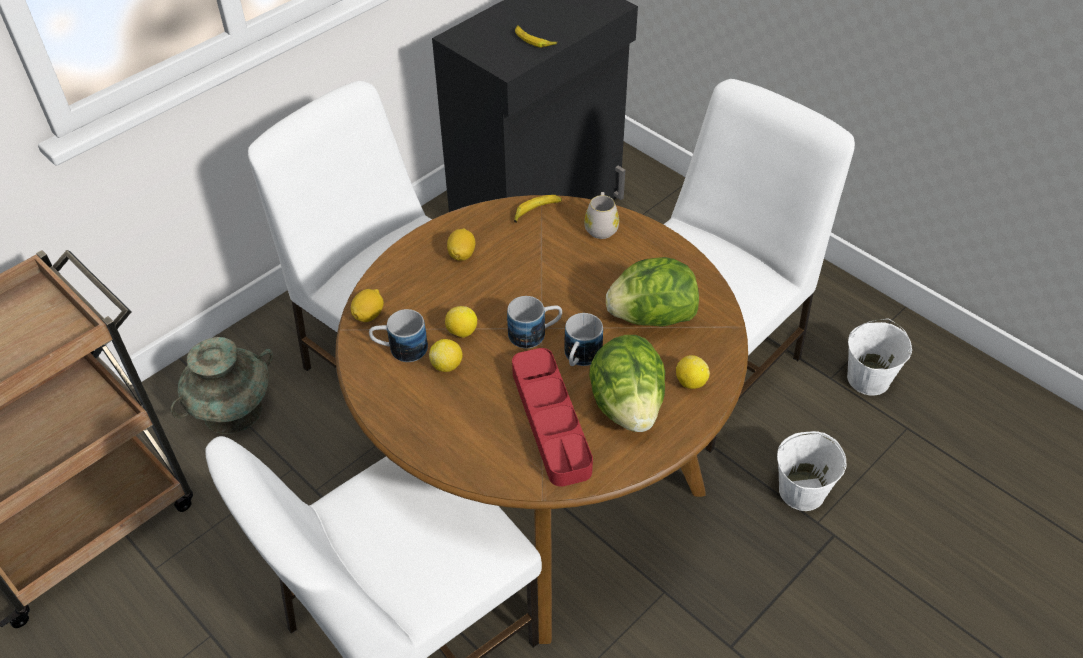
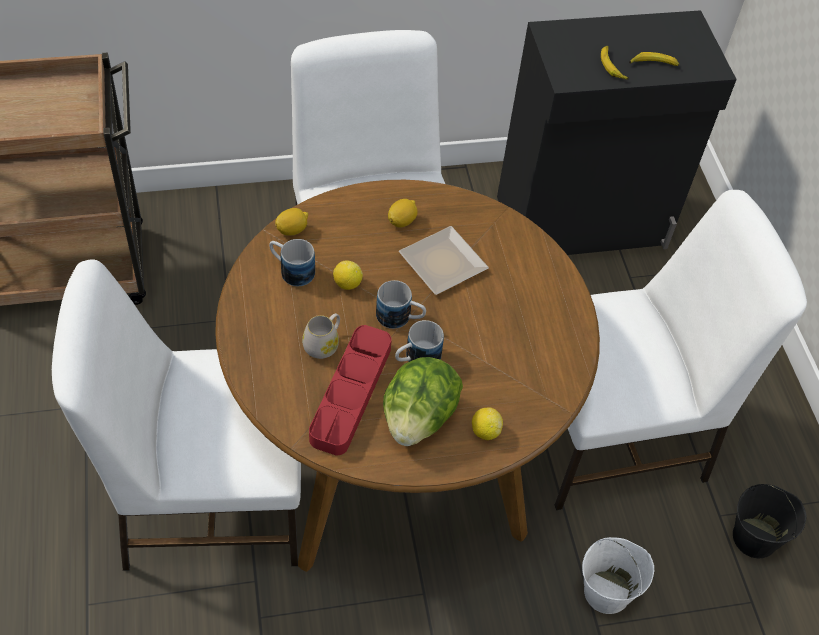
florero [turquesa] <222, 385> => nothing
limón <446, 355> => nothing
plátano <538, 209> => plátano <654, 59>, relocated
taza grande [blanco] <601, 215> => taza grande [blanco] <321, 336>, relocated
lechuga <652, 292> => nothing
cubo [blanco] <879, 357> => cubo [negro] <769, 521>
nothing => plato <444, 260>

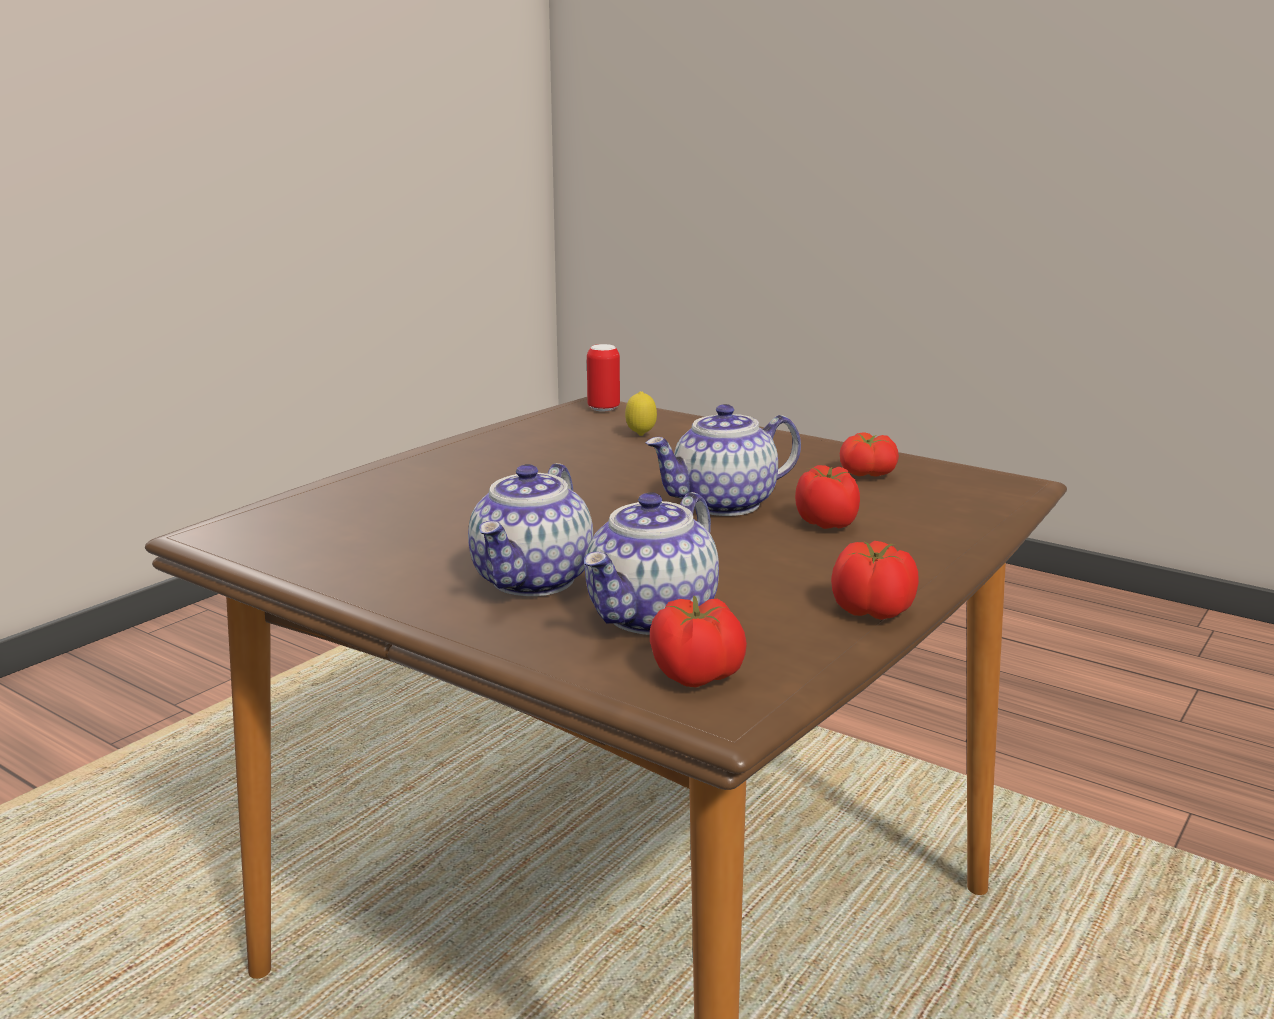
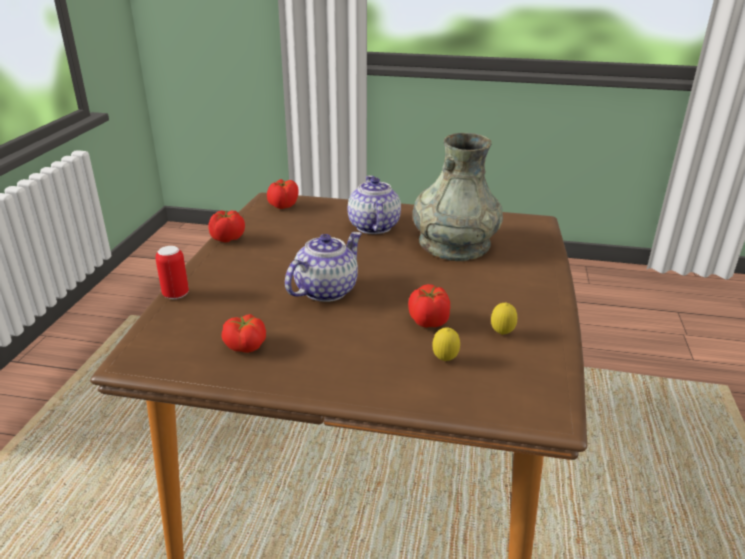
tetera <651, 563> => nothing
lata <603, 378> => lata <172, 272>, relocated
tomate <827, 497> => tomate <429, 306>, relocated
nothing => florero [gris] <457, 197>
nothing => limón <504, 318>

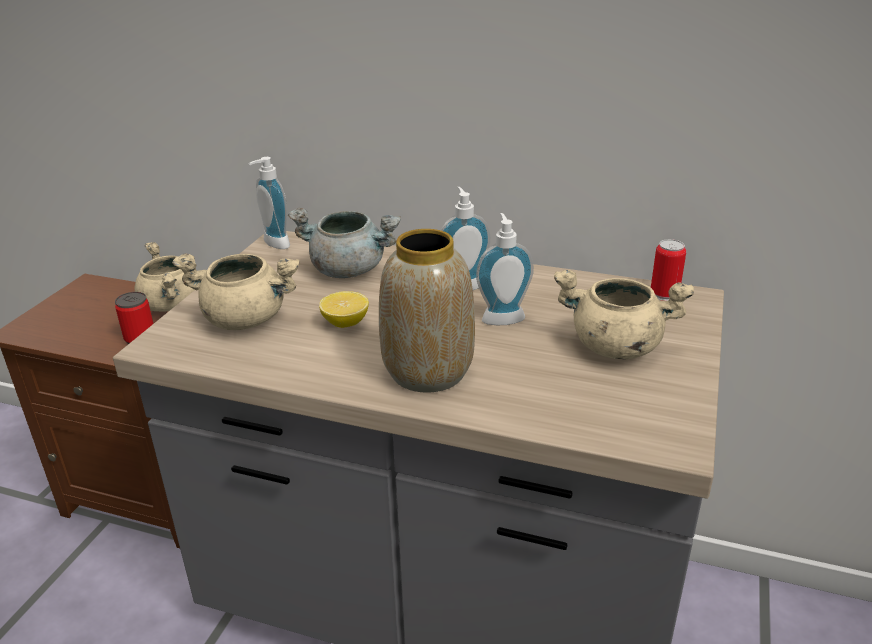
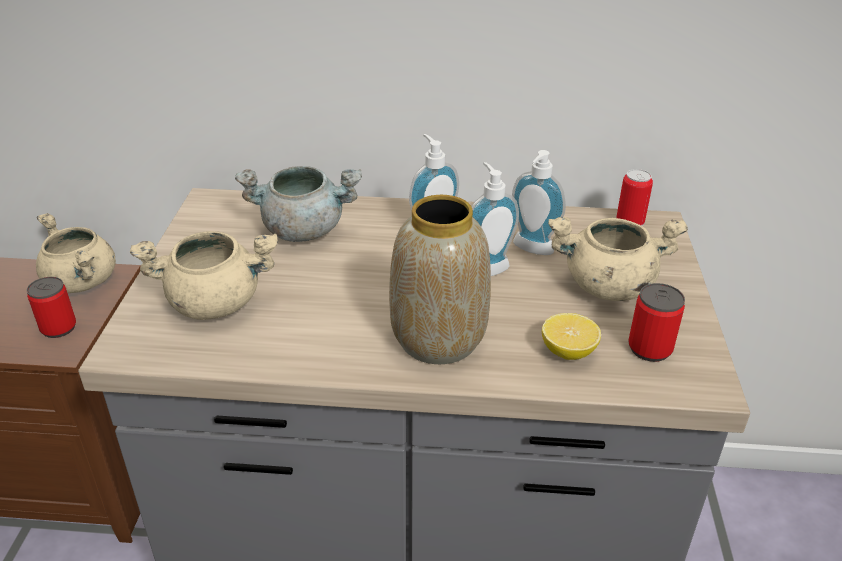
dispensador de jabón <269, 203> => dispensador de jabón <539, 202>, relocated
limón <344, 309> => limón <571, 336>, relocated
nothing => lata <656, 322>

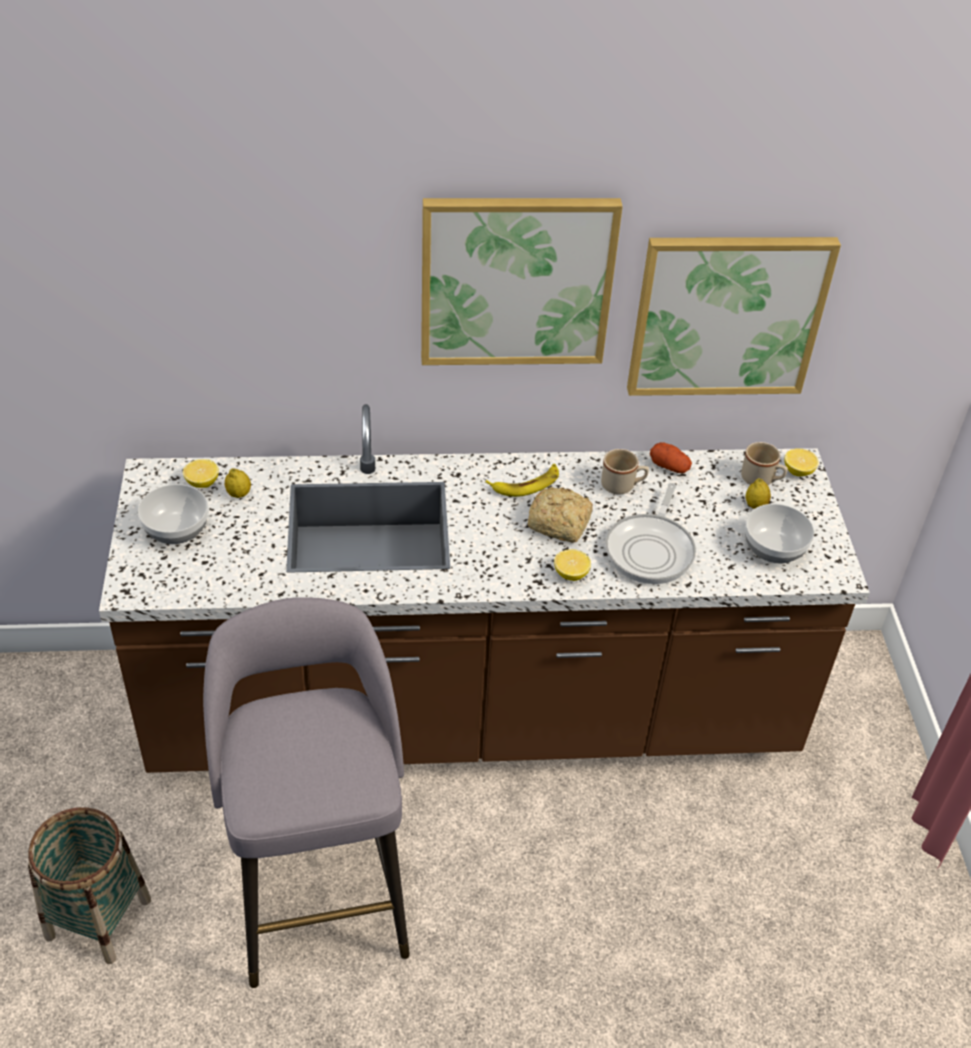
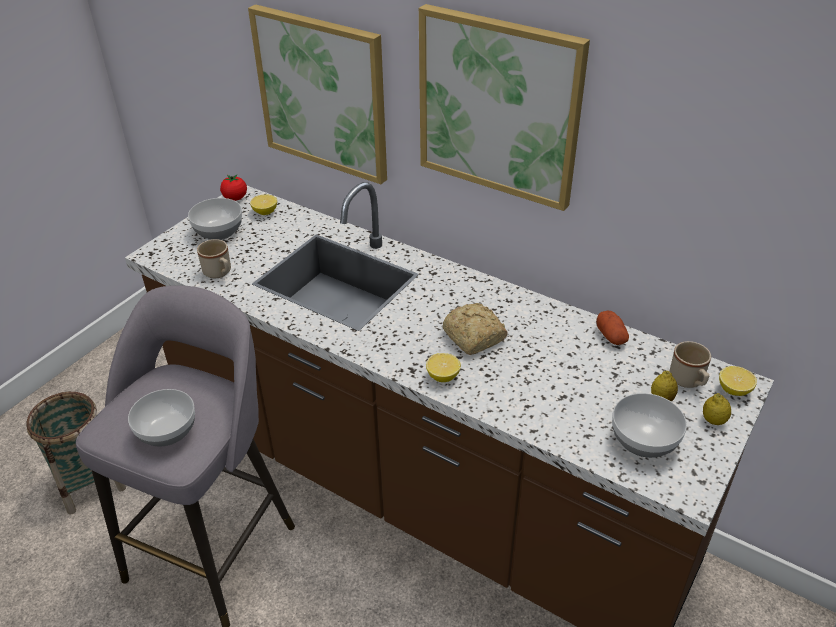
limón <238, 483> => limón <717, 409>, relocated
plátano <522, 480> => nothing
taza grande [beis] <625, 472> => taza grande [beis] <214, 258>, relocated
sartén <650, 533> => nothing
cuadro <734, 316> => cuadro <317, 94>, relocated
nothing => cuenco <161, 418>
nothing => tomate <233, 187>

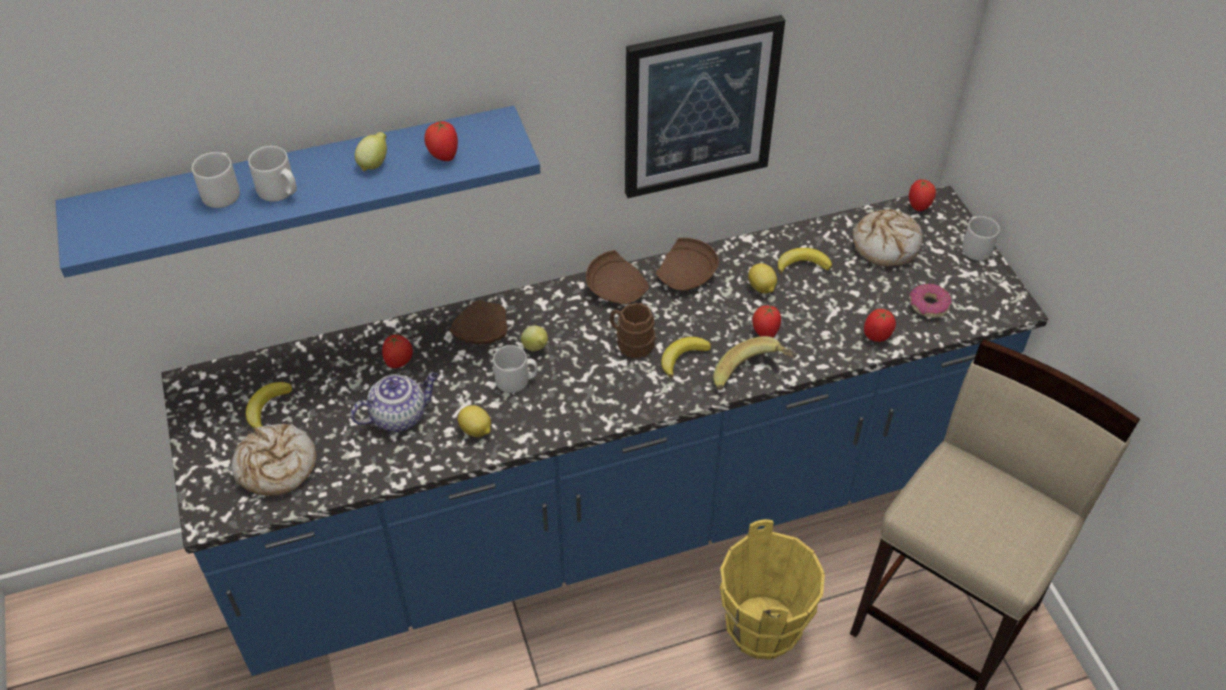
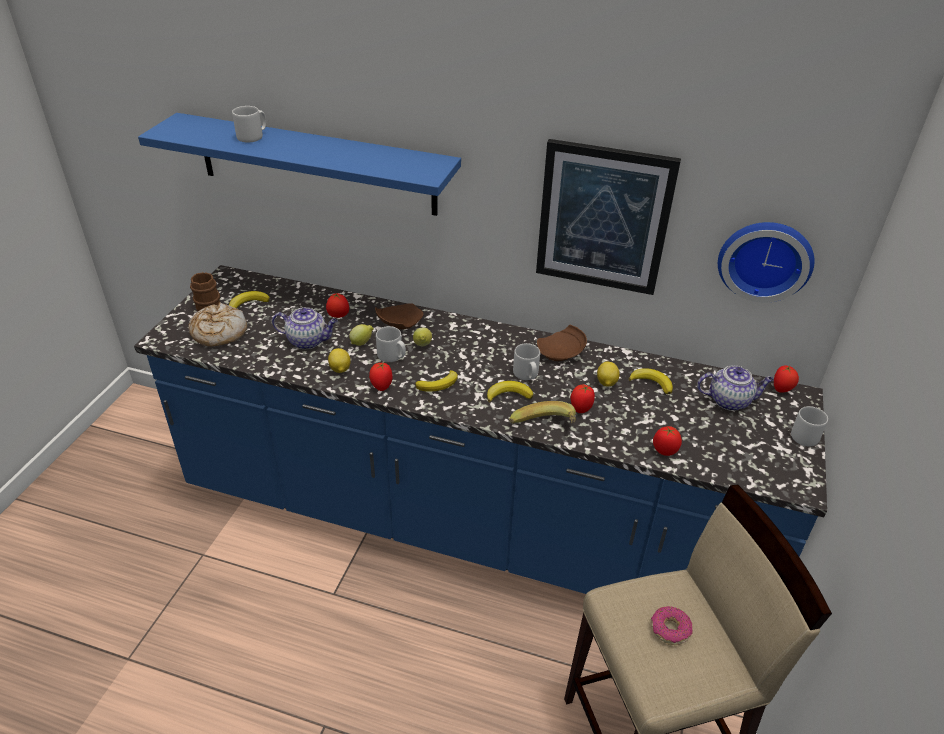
taza grande [gris] <272, 174> => taza grande [gris] <526, 361>, relocated
limón <371, 151> => limón <361, 335>, relocated
tomate <441, 141> => tomate <381, 377>, relocated
plato [marrón] <617, 277> => nothing
taza grande [marrón] <633, 331> => taza grande [marrón] <205, 291>, relocated
cubo [amarillo] <772, 589> => nothing
pan <888, 237> => tetera <735, 388>
rosquilla <930, 300> => rosquilla <672, 625>, relocated
nothing => plátano <436, 381>
nothing => reloj de pared <766, 262>

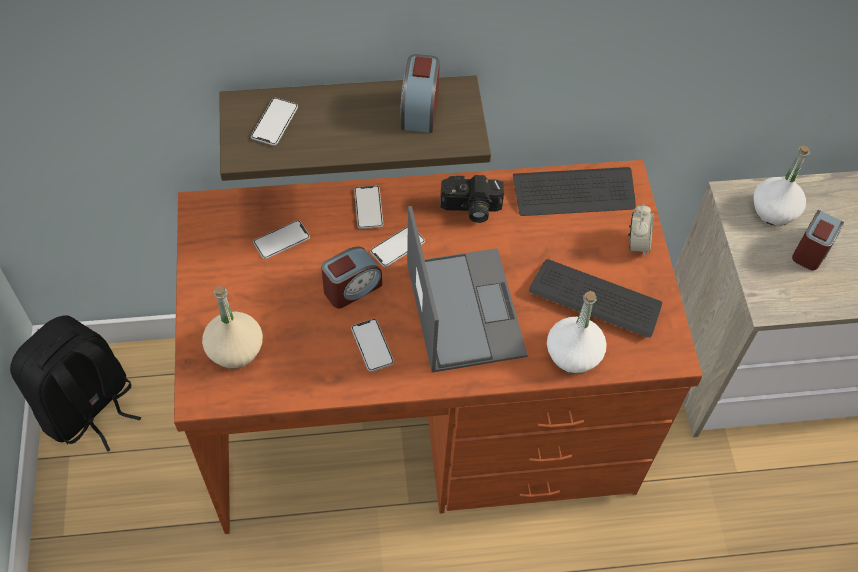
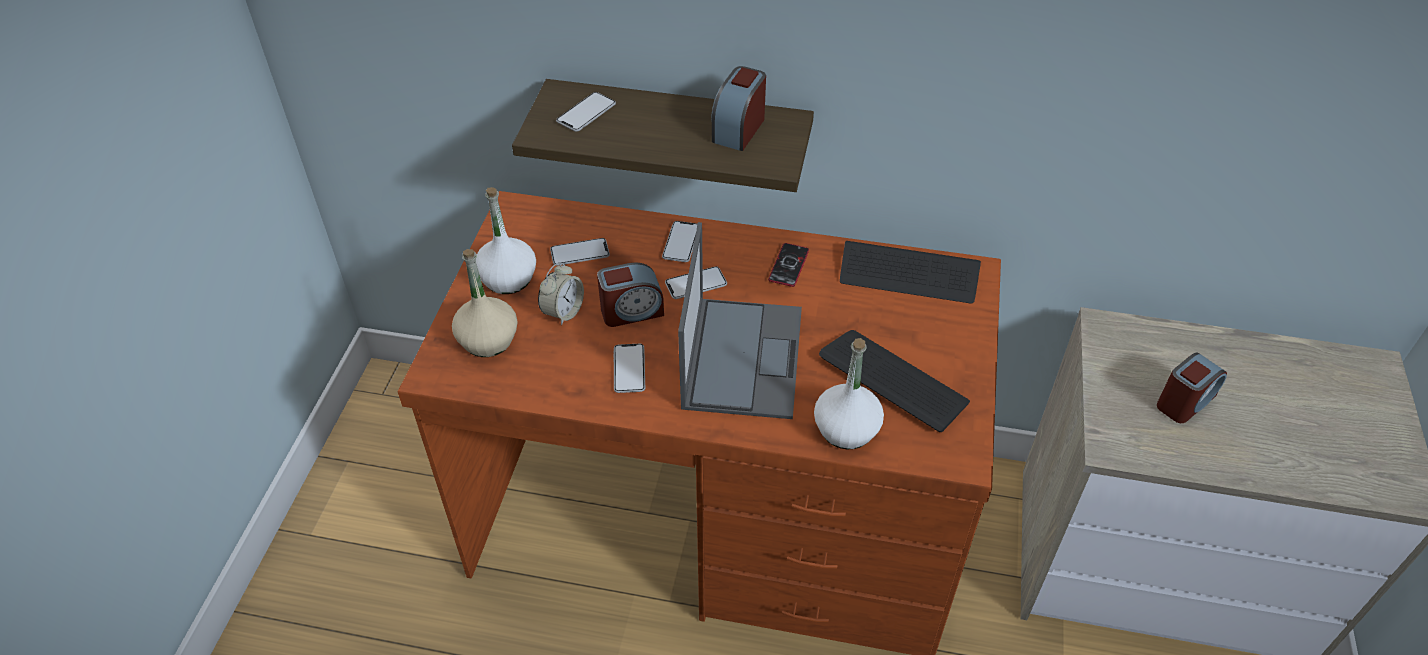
mochila [negro] <75, 383> => nothing
cámara <472, 199> => móvil <788, 265>
despertador <641, 230> => despertador <561, 293>, relocated
botella [blanco] <781, 186> => botella [blanco] <506, 240>, relocated

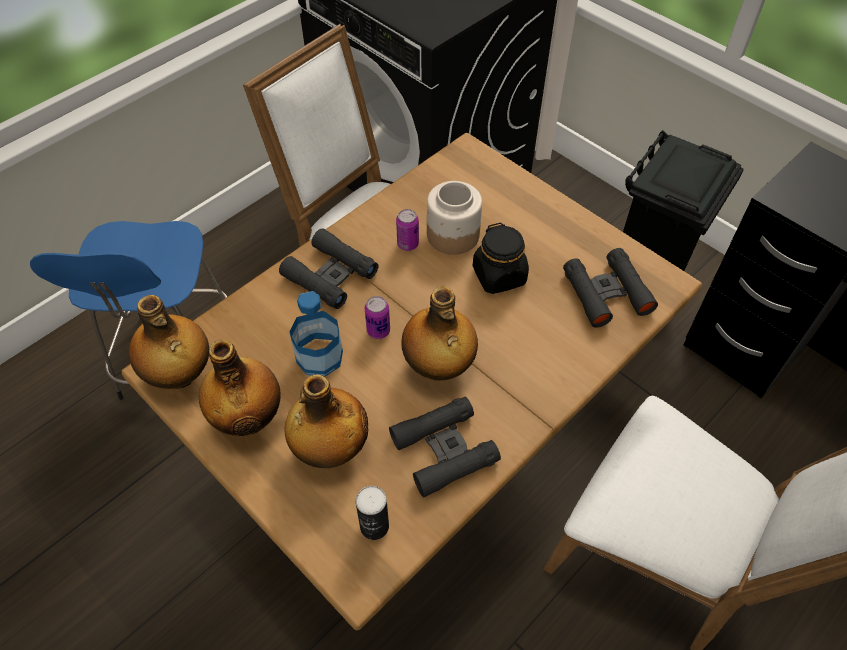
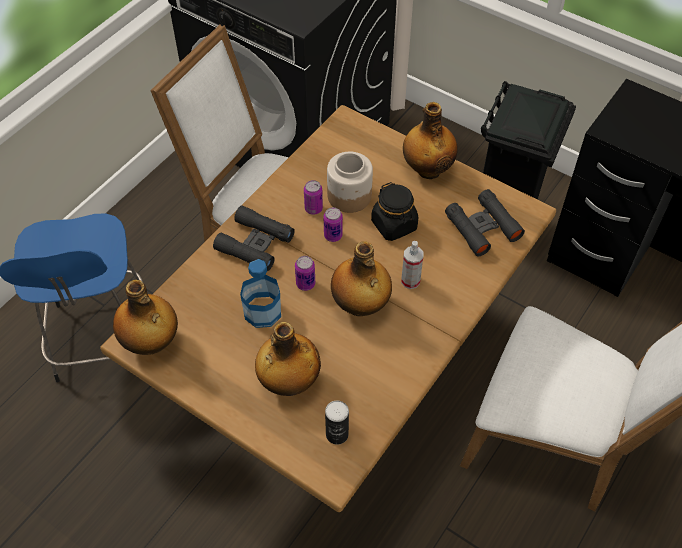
botella <240, 387> => botella <430, 140>, relocated
prismáticos [negro] <445, 447> => nothing
nothing => lata <333, 224>
nothing => pulverizador <412, 265>

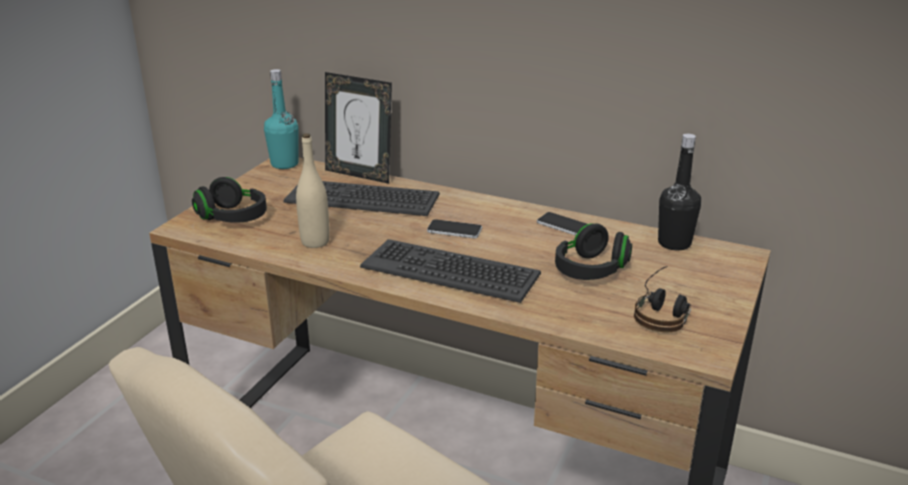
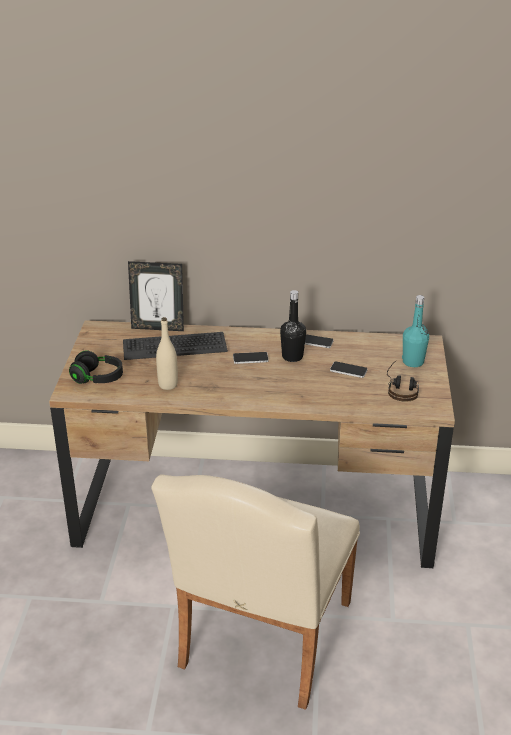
botella [turquesa] <281, 119> => botella [turquesa] <415, 331>, relocated
teclado <450, 271> => nothing
auriculares [negro] <593, 251> => móvil <349, 369>
botella [negro] <679, 192> => botella [negro] <293, 326>, relocated

